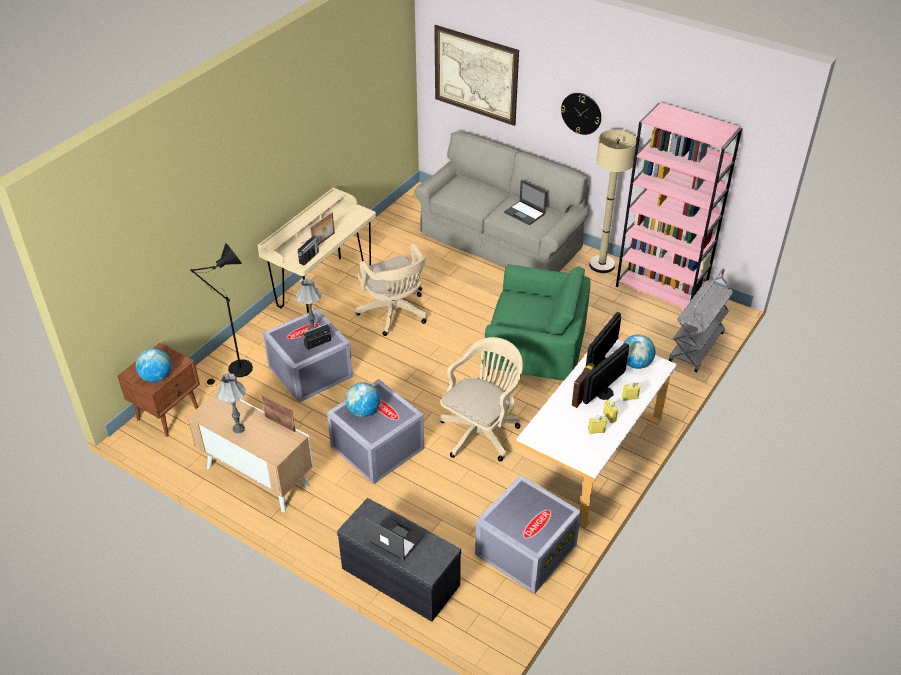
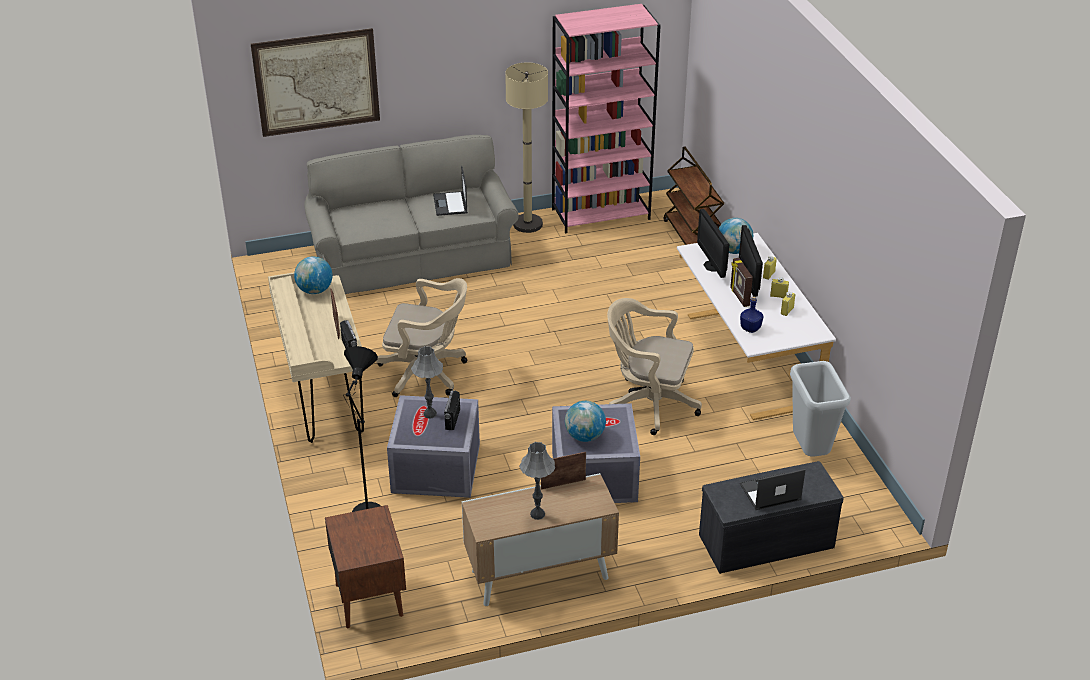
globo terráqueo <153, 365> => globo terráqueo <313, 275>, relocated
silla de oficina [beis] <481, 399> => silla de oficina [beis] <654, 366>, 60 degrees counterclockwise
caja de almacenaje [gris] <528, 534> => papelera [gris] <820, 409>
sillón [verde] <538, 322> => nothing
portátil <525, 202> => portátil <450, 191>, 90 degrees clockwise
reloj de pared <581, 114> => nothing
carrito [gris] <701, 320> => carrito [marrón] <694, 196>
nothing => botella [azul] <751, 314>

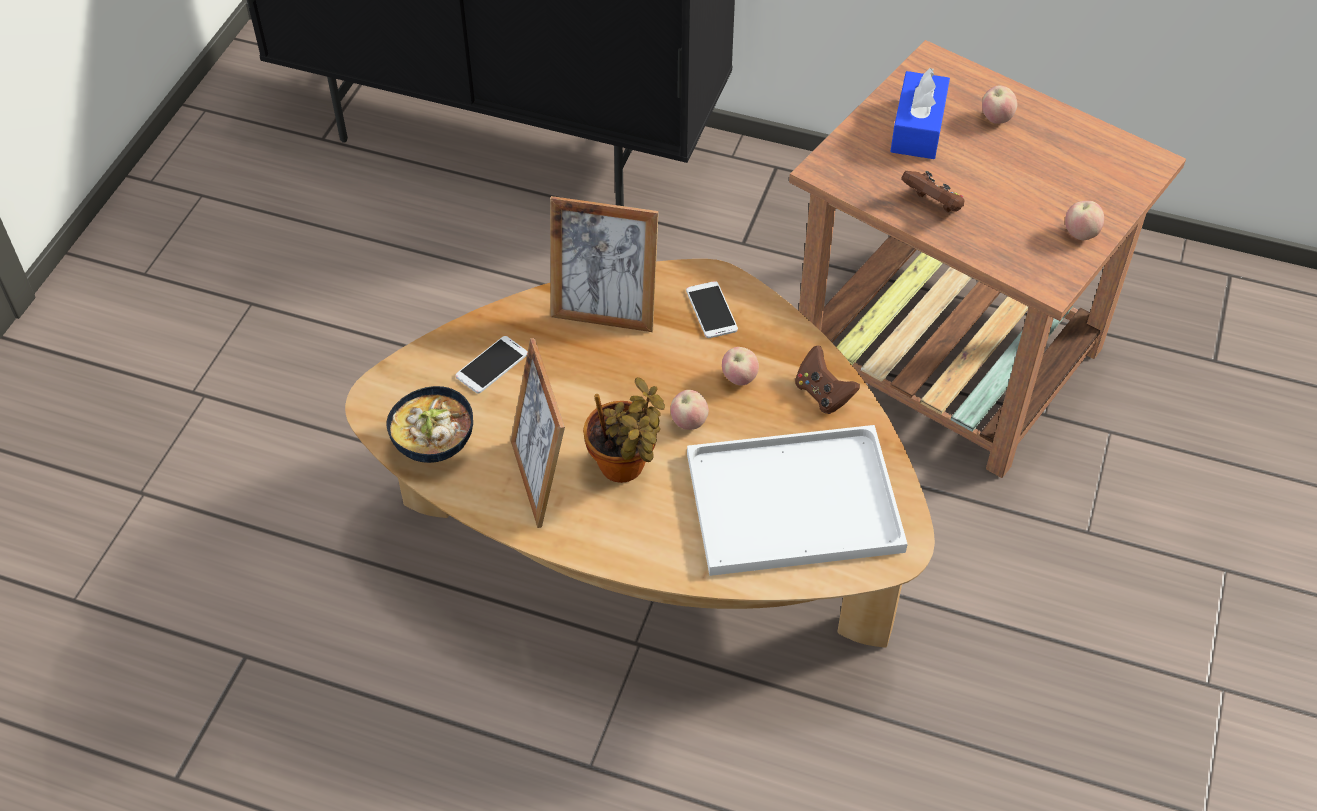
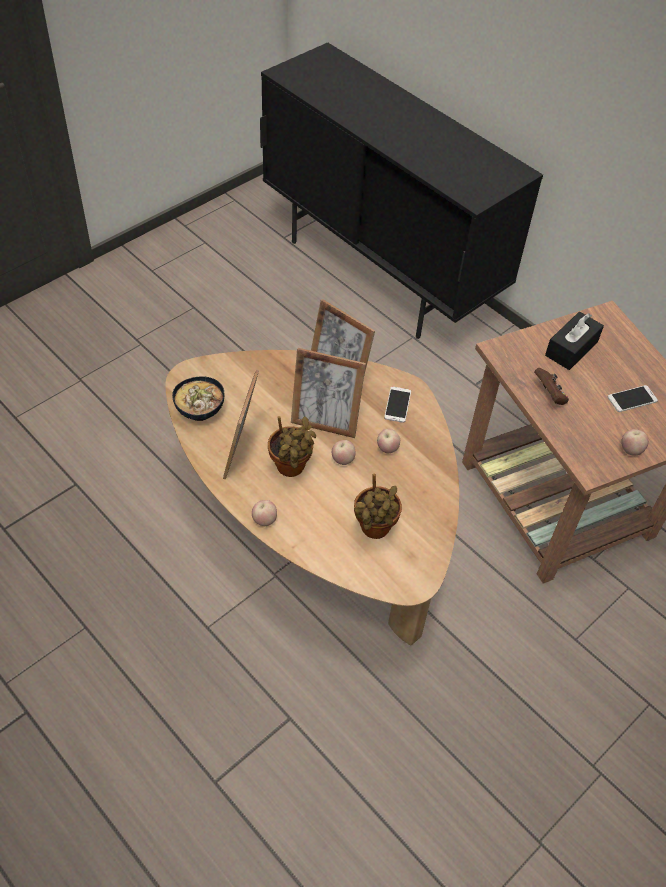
móvil <492, 365> => móvil <633, 398>, relocated
bandeja [blanco] <797, 500> => planta en maceta <378, 506>
mando de consola [marrón] <827, 380> => nothing
caja de pañuelos [azul] <920, 113> => caja de pañuelos [negro] <574, 341>
manzana <999, 104> => manzana <264, 513>, relocated
nothing => portarretratos <328, 393>

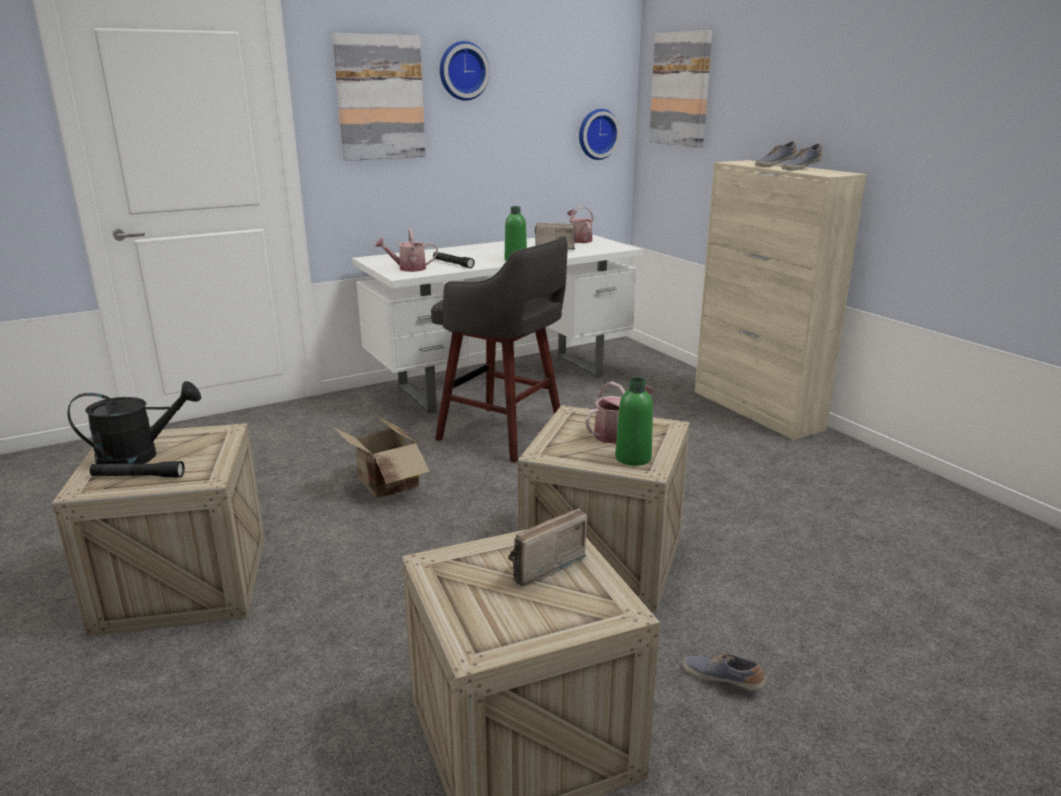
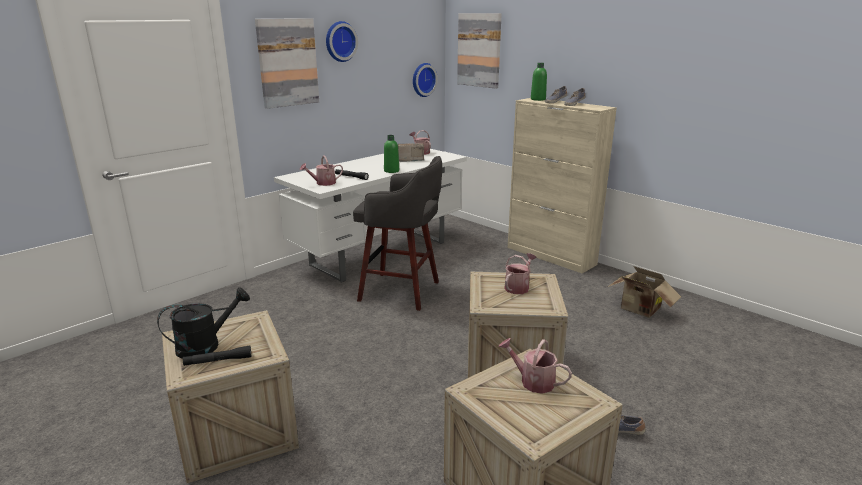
caja de cartón <381, 457> => caja de cartón <644, 292>, relocated
radio <548, 547> => regadera <535, 366>
botella [verde] <634, 421> => botella [verde] <539, 82>, relocated

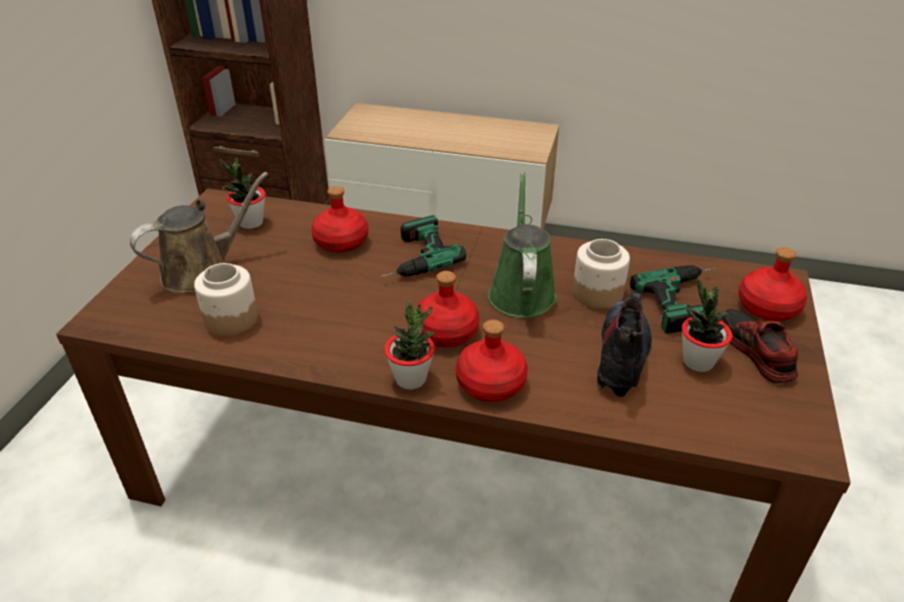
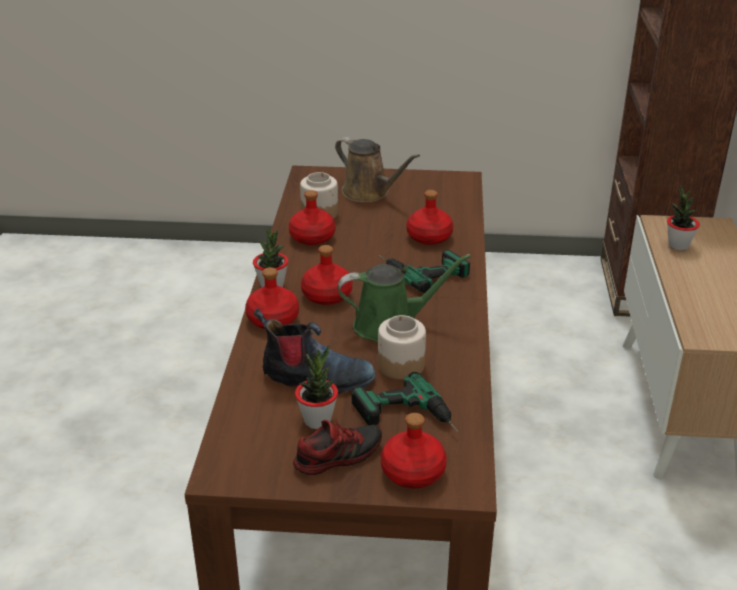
planta en maceta <242, 193> => planta en maceta <683, 218>, relocated
nothing => botella [rojo] <312, 217>

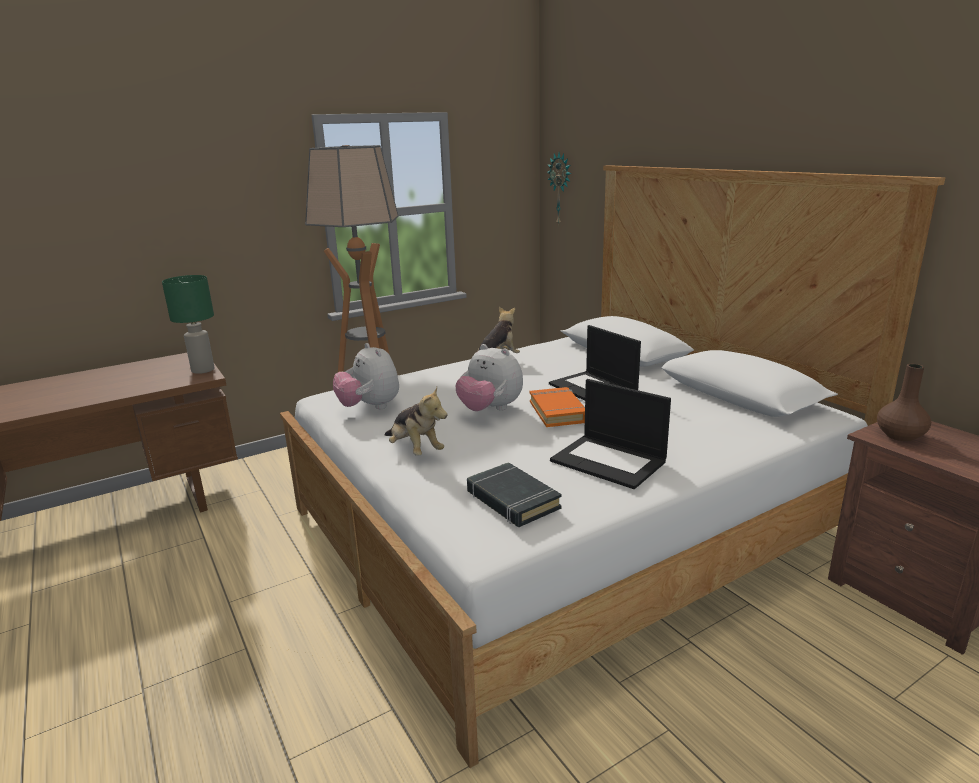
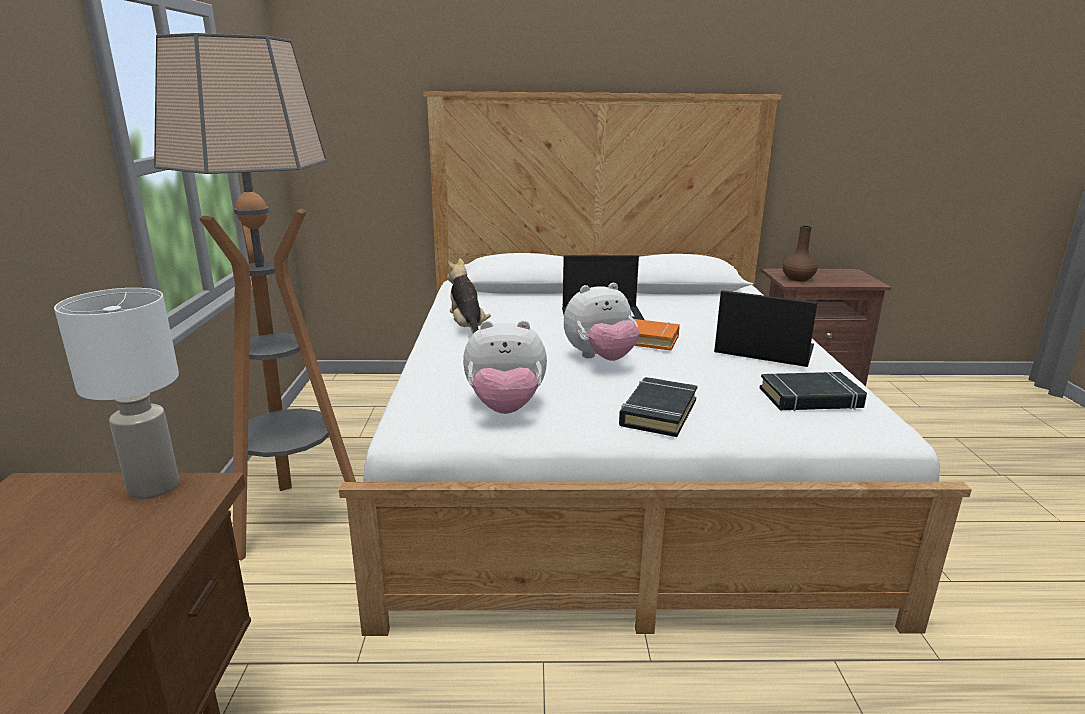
lámpara de mesa [verde] <188, 324> => lámpara de mesa [blanco] <116, 393>
peluche <415, 421> => libro [negro] <658, 407>
reloj de pared <559, 189> => nothing
portátil <610, 434> => portátil <765, 328>, 135 degrees counterclockwise

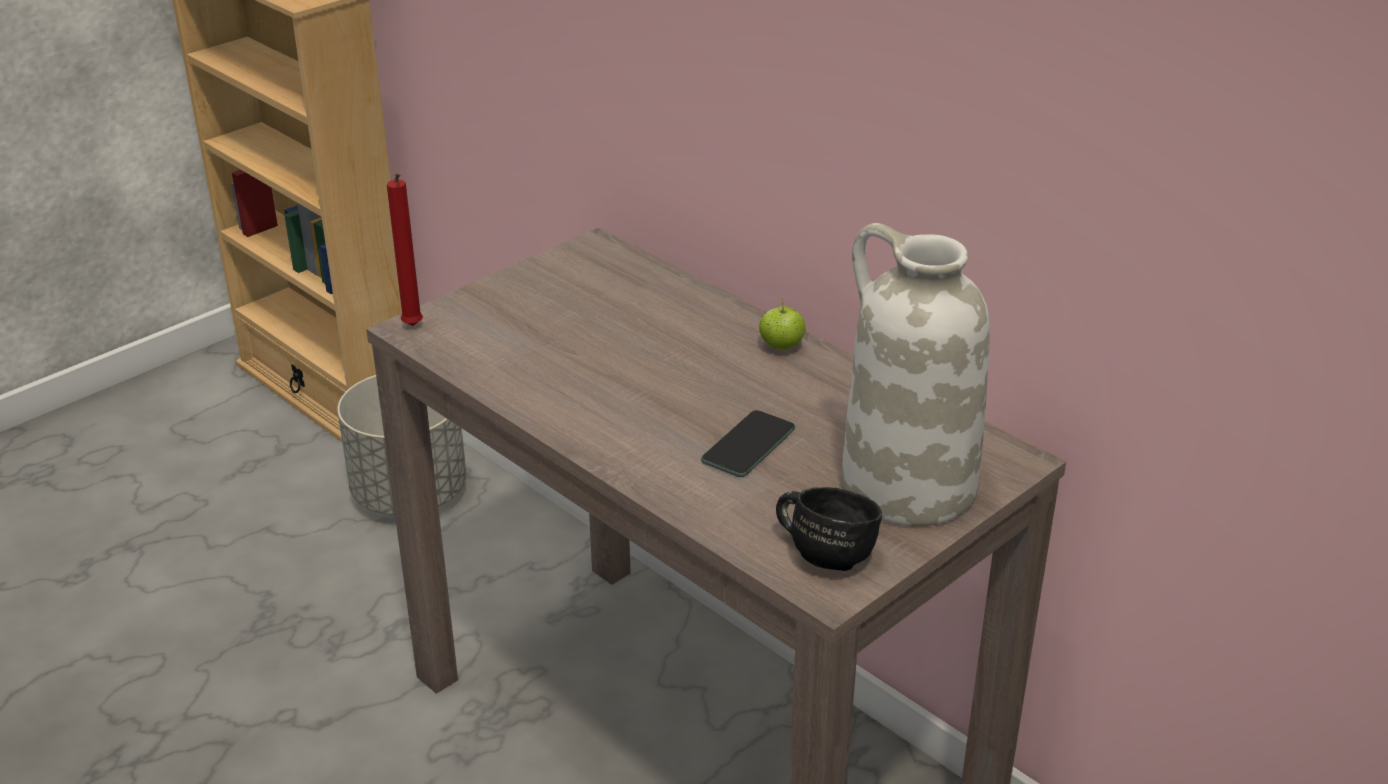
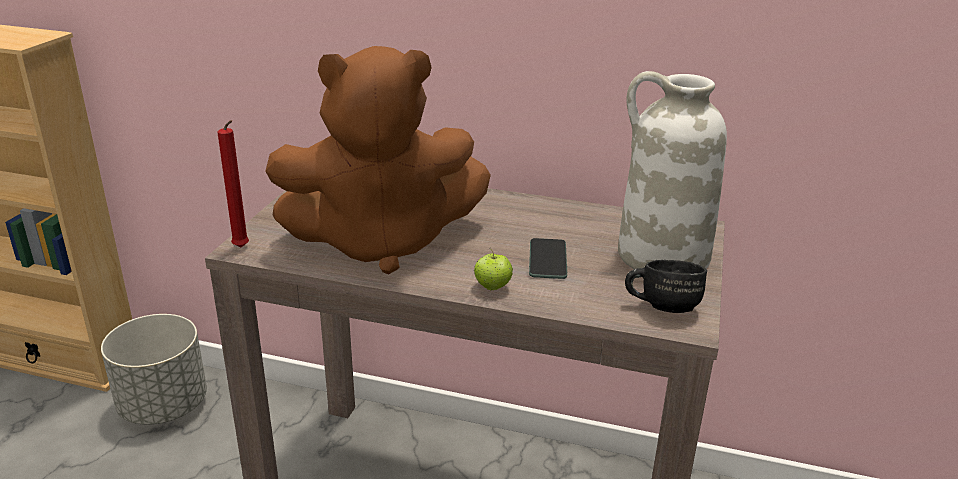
manzana <782, 324> => manzana <493, 269>, relocated
nothing => peluche [marrón] <378, 160>

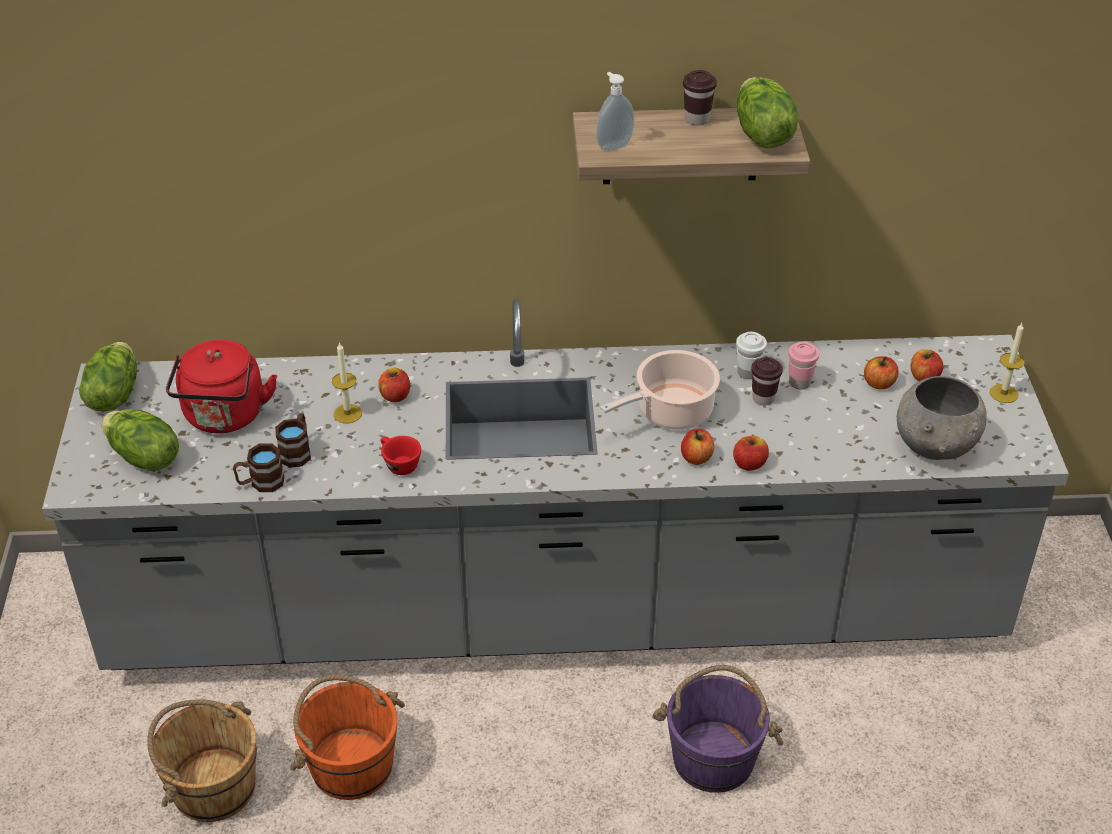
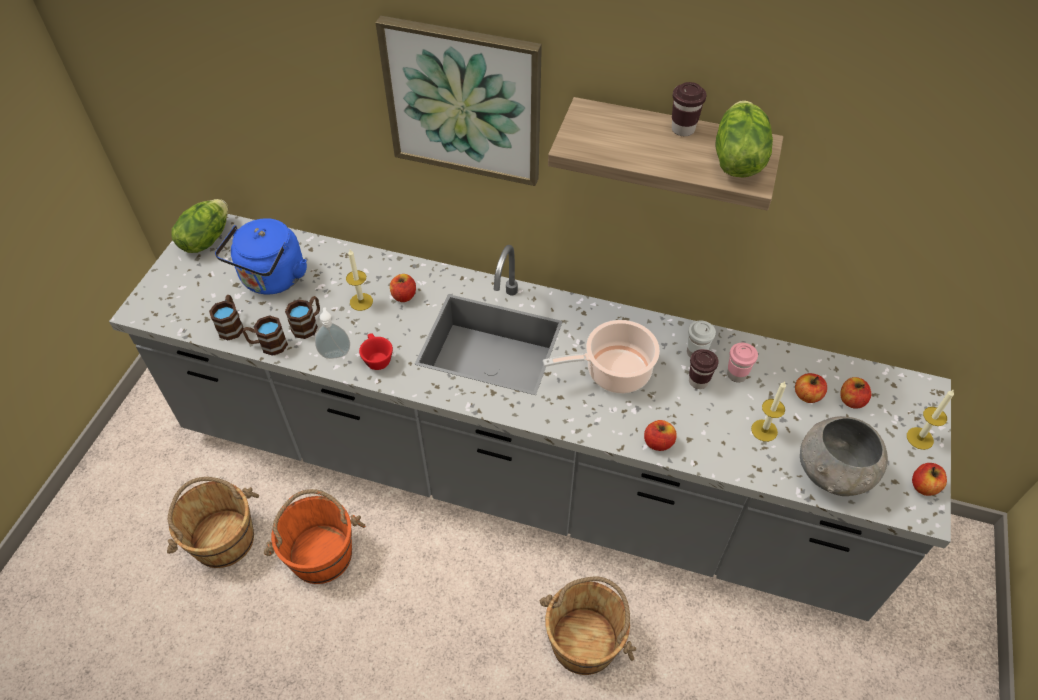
lechuga <140, 440> => nothing
hervidor [rojo] <221, 386> => hervidor [azul] <261, 256>
dispensador de jabón <615, 111> => dispensador de jabón <332, 333>, relocated
cubo [morado] <717, 729> => cubo [marrón] <588, 625>
manzana <697, 447> => manzana <929, 479>, relocated
nothing => taza grande [marrón] <226, 317>
nothing => cuadro <458, 101>
nothing => vela <768, 412>

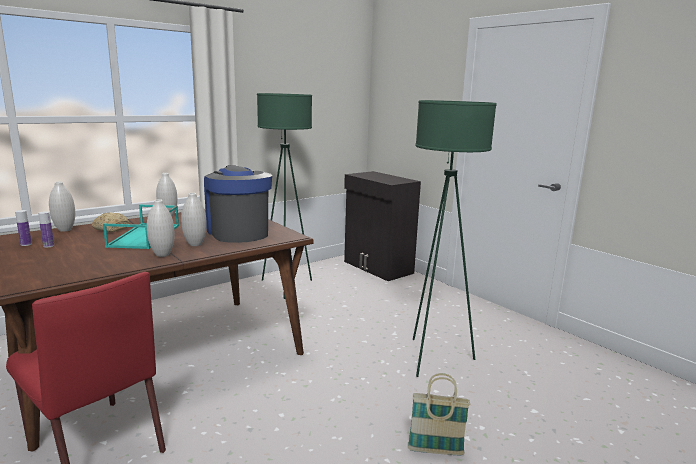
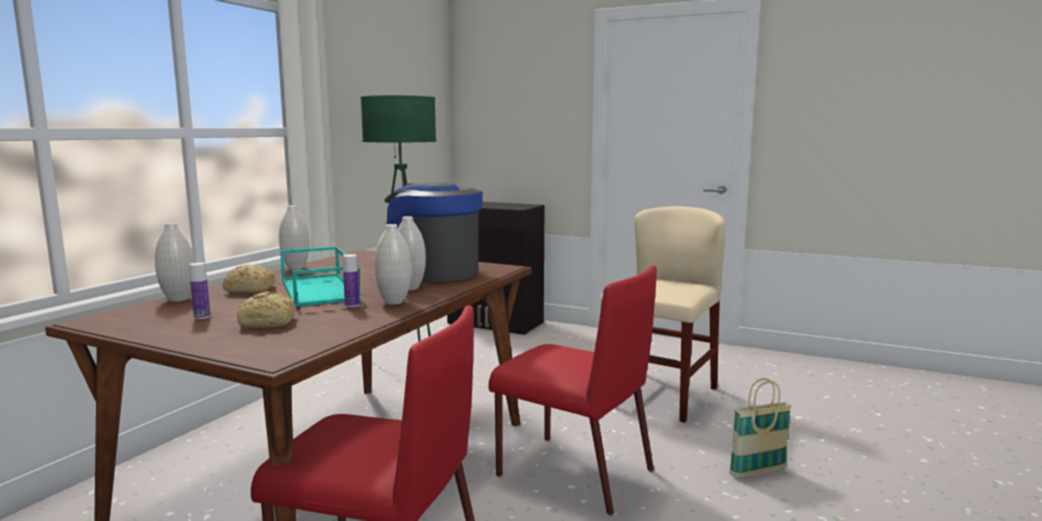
botella <23, 228> => botella <351, 280>, relocated
lámpara de pie [verde] <455, 238> => silla [beis] <663, 314>
nothing => pan <266, 309>
nothing => silla [rojo] <572, 390>

